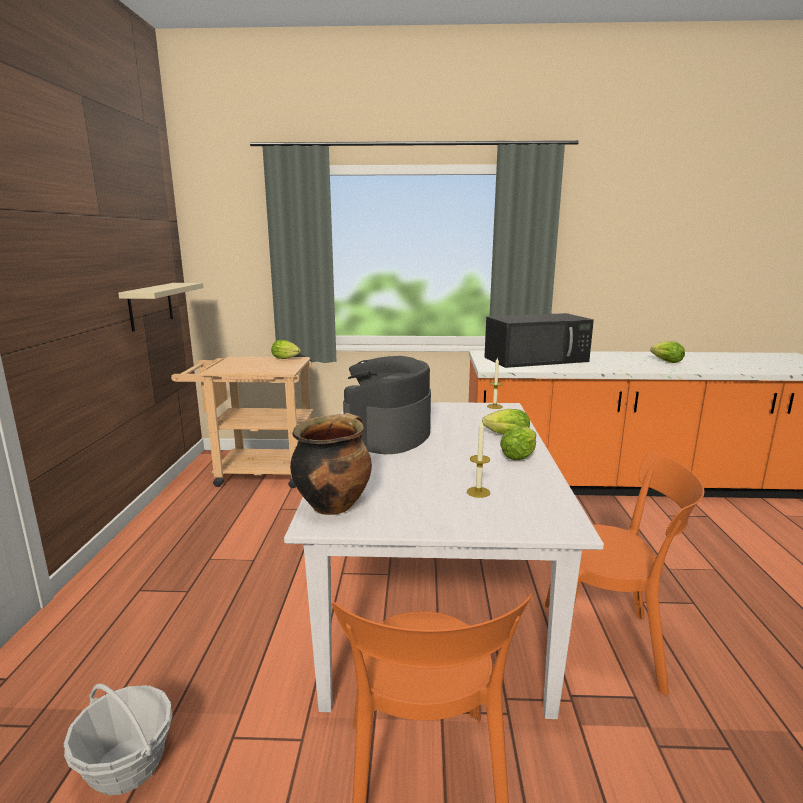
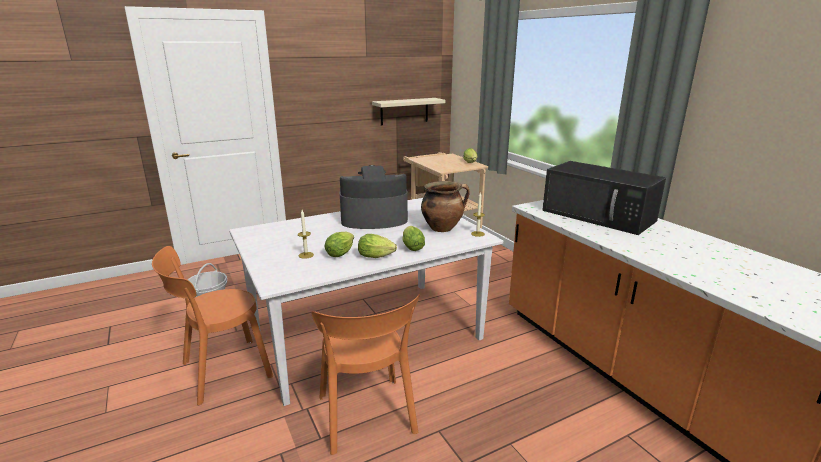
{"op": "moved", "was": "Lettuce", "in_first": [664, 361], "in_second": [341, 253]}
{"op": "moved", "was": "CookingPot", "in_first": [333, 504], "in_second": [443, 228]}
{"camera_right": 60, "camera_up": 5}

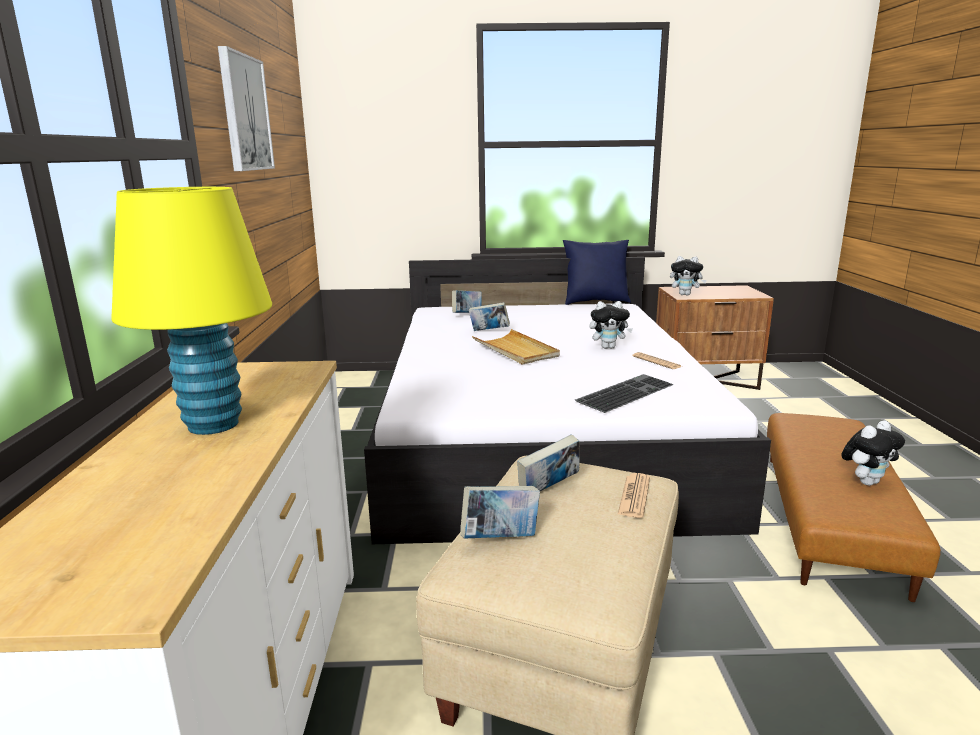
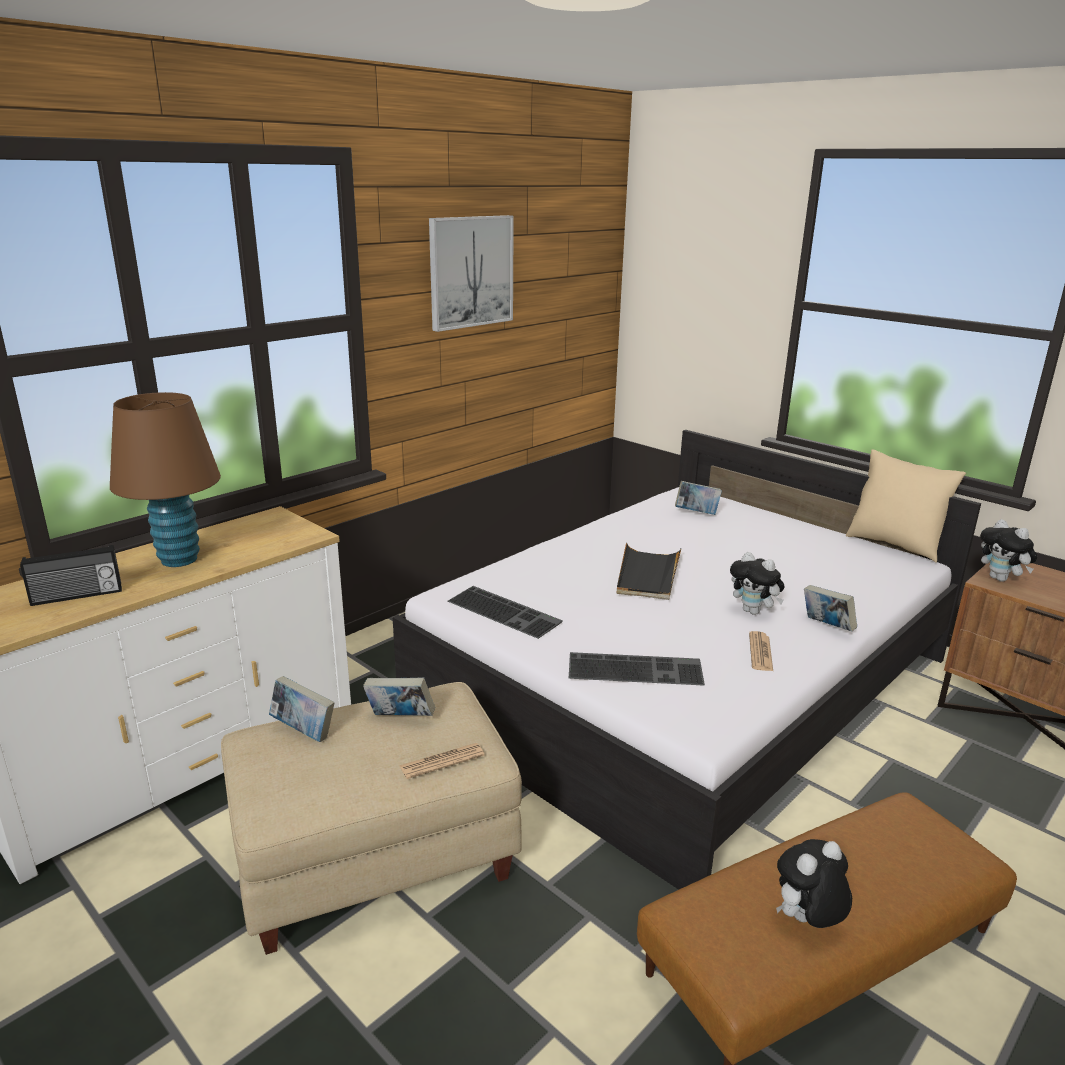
{"op": "recoloured", "was": "YellowTableLamp", "now": "BrownTableLamp", "in_first": [213, 424], "in_second": [179, 559]}
{"op": "recoloured", "was": "BluePillow", "now": "BeigePillow", "in_first": [595, 302], "in_second": [894, 545]}
{"op": "moved", "was": "Book", "in_first": [489, 331], "in_second": [826, 626]}
{"op": "recoloured", "was": "BeigeTray", "now": "BlackTray", "in_first": [515, 350], "in_second": [647, 575]}
{"op": "turned", "was": "PlushToy", "in_first": [866, 481], "in_second": [806, 921], "clockwise": 135}
{"op": "added", "now": "Radio", "in_second": [77, 596]}
{"op": "added", "now": "Keyboard", "in_second": [506, 611]}
{"camera_right": 45, "camera_up": 5}

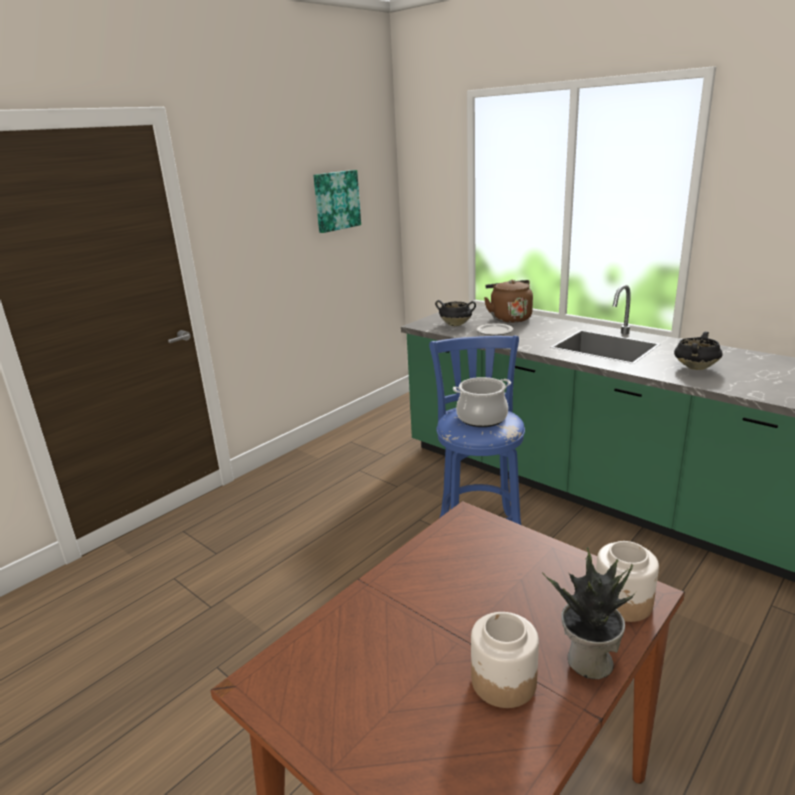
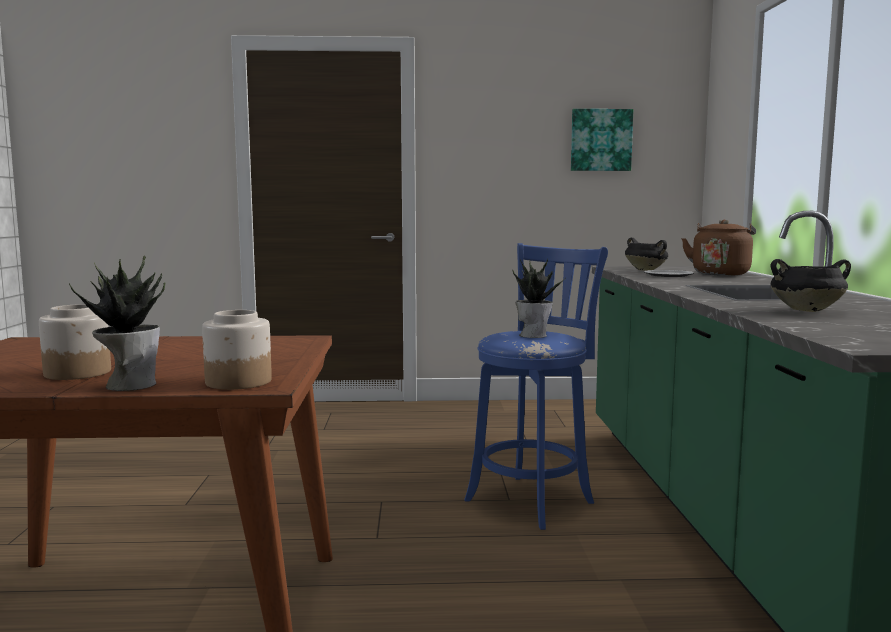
{"op": "replaced", "was": "CookingPot", "now": "PottedPlant", "in_first": [482, 418], "in_second": [533, 335]}
{"camera_right": 45, "camera_up": -15}

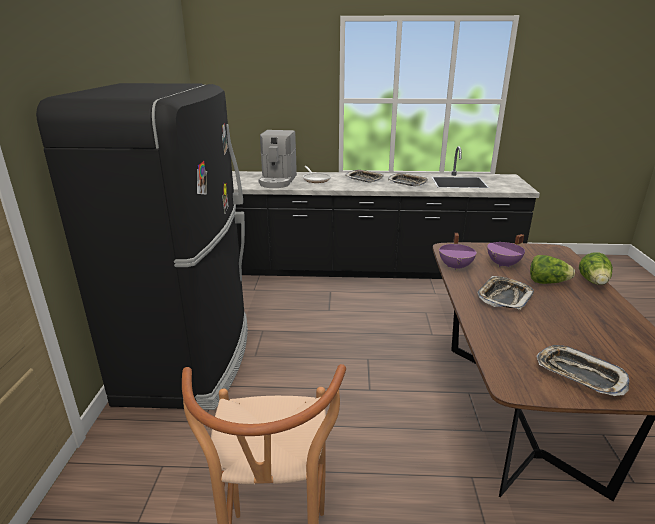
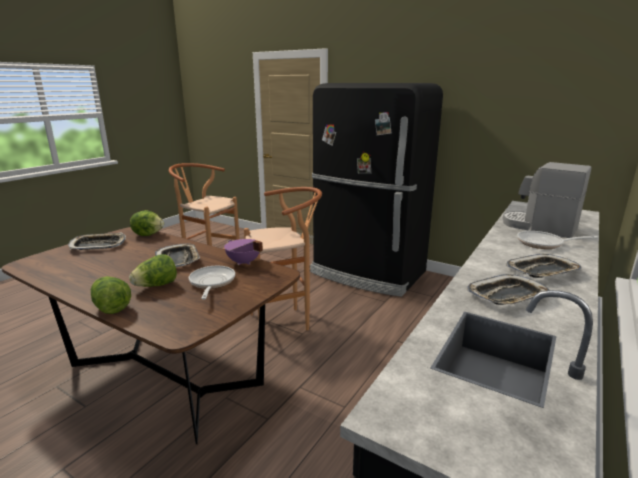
{"op": "replaced", "was": "PurpleCookingPot", "now": "FryingPan", "in_first": [504, 264], "in_second": [211, 283]}
{"op": "added", "now": "BrownStool", "in_second": [285, 322]}
{"op": "added", "now": "Lettuce", "in_second": [148, 234]}
{"camera_right": 120, "camera_up": -5}

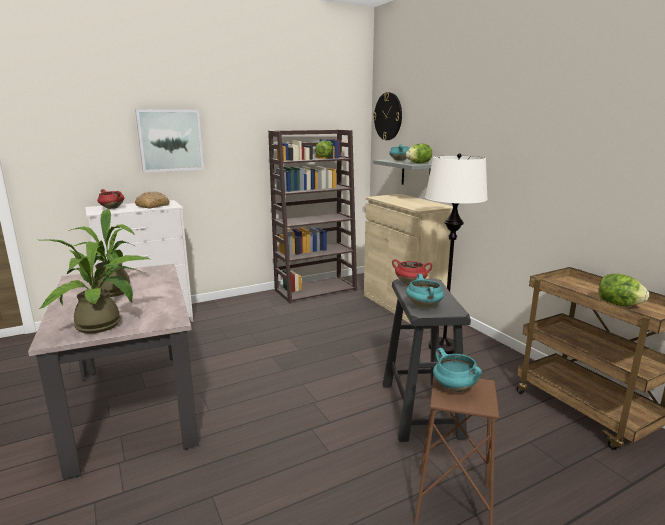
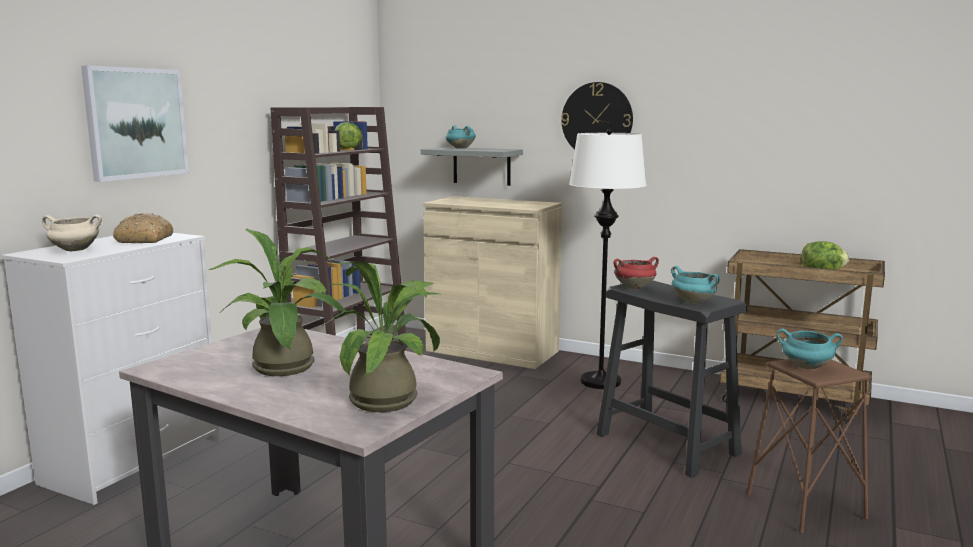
{"op": "moved", "was": "WallClock", "in_first": [388, 116], "in_second": [597, 119]}
{"op": "removed", "was": "Lettuce", "in_first": [418, 163]}
{"op": "recoloured", "was": "RedCookingPot", "now": "BeigeCookingPot", "in_first": [111, 208], "in_second": [74, 250]}
{"camera_right": -35, "camera_up": -5}

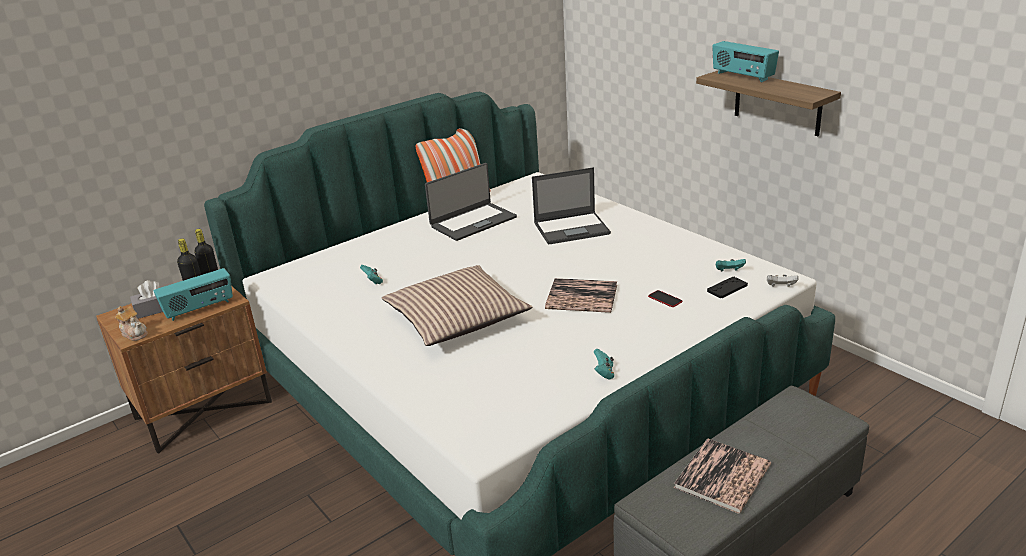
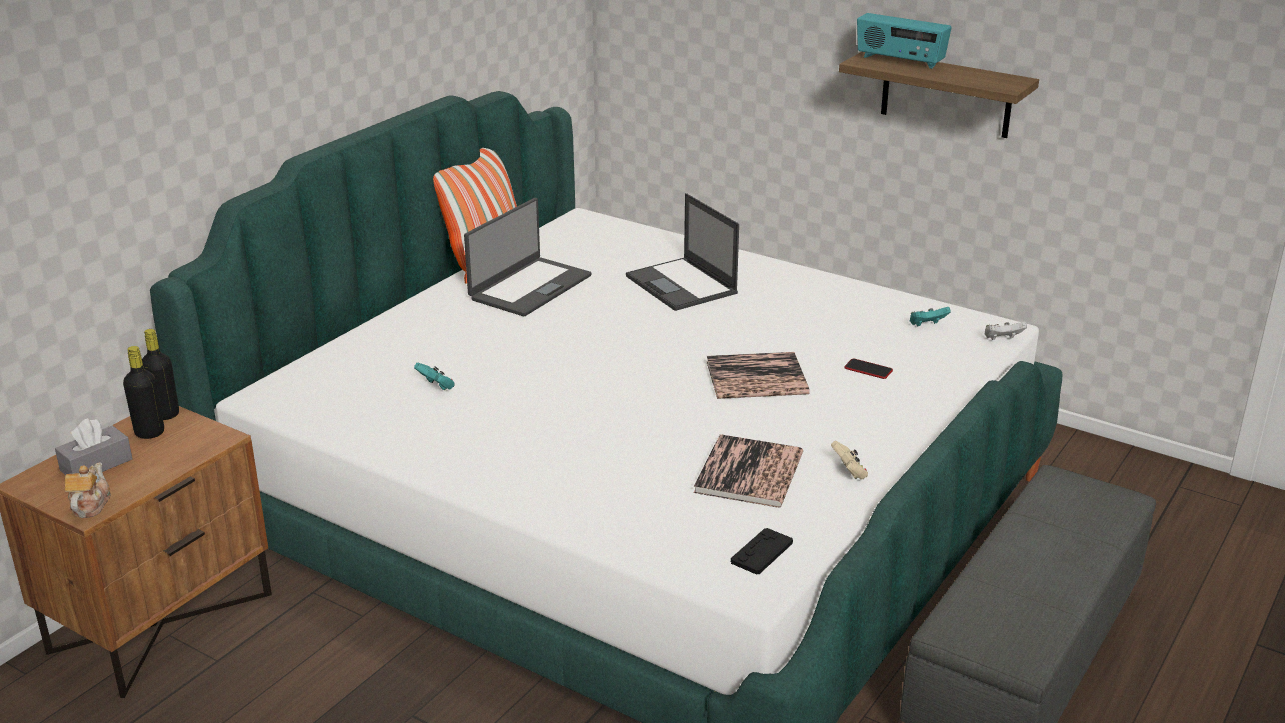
{"op": "turned", "was": "Laptop", "in_first": [572, 228], "in_second": [682, 285], "clockwise": 90}
{"op": "removed", "was": "Pillow", "in_first": [456, 318]}
{"op": "removed", "was": "Radio", "in_first": [199, 309]}
{"op": "moved", "was": "BlackGameController", "in_first": [727, 288], "in_second": [762, 552]}
{"op": "turned", "was": "Teapot", "in_first": [134, 333], "in_second": [90, 505], "clockwise": -105}
{"op": "recoloured", "was": "TurquoiseGameController", "now": "BeigeGameController", "in_first": [604, 373], "in_second": [849, 472]}
{"op": "moved", "was": "Book", "in_first": [722, 476], "in_second": [749, 473]}
{"camera_right": -20, "camera_up": 0}

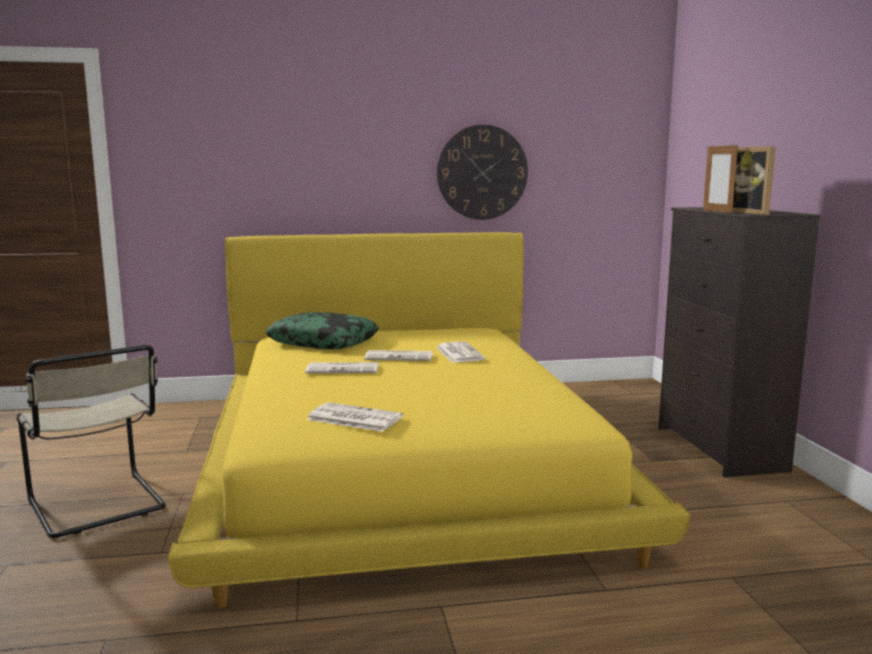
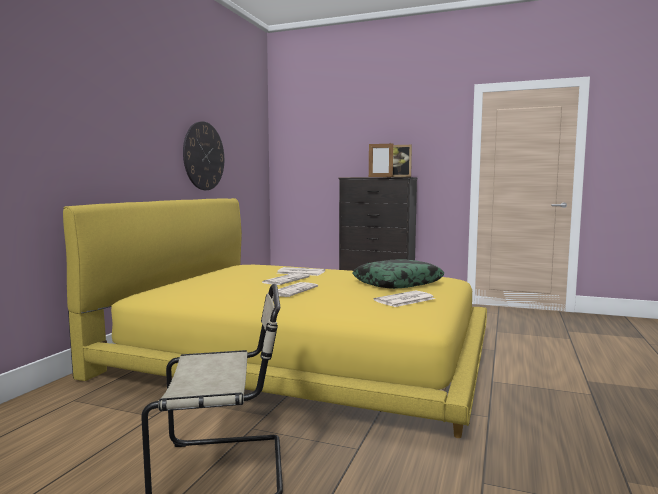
{"op": "moved", "was": "Pillow", "in_first": [323, 342], "in_second": [397, 283]}
{"camera_right": -60, "camera_up": -5}

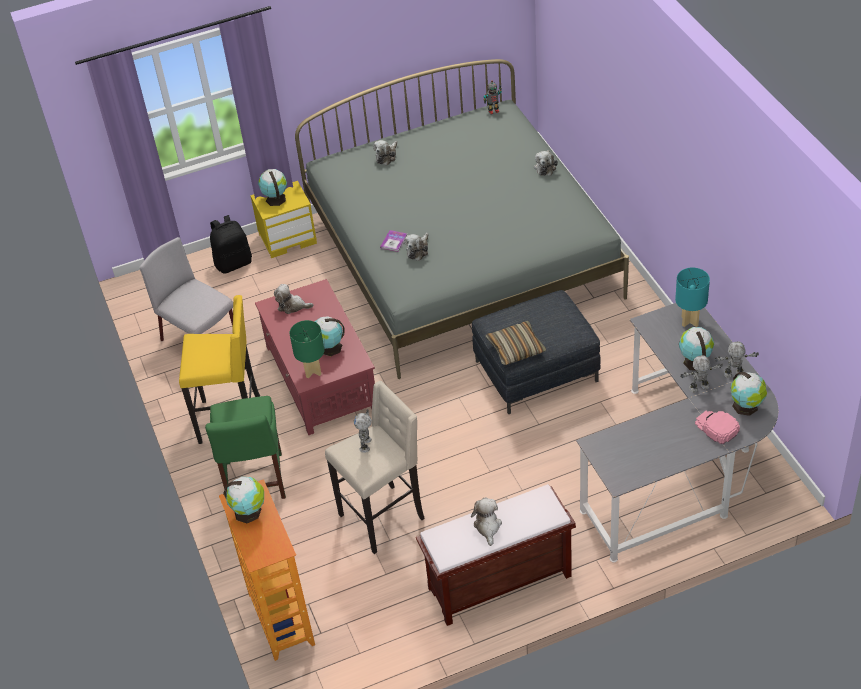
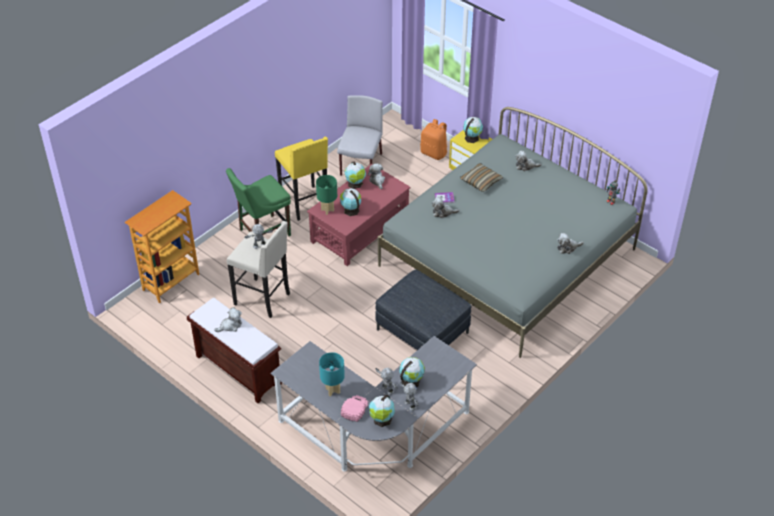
{"op": "recoloured", "was": "BlackBackpack", "now": "OrangeBackpack", "in_first": [233, 263], "in_second": [434, 153]}
{"op": "moved", "was": "TurquoiseTableLamp", "in_first": [689, 321], "in_second": [332, 390]}
{"op": "moved", "was": "Pillow", "in_first": [516, 348], "in_second": [481, 181]}
{"op": "moved", "was": "Globe", "in_first": [249, 512], "in_second": [355, 184]}
{"camera_right": 60, "camera_up": 0}

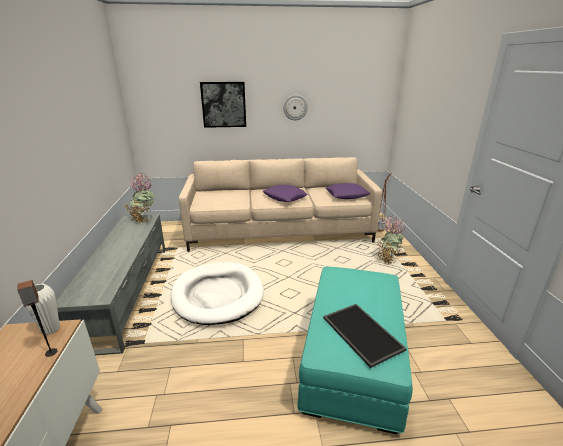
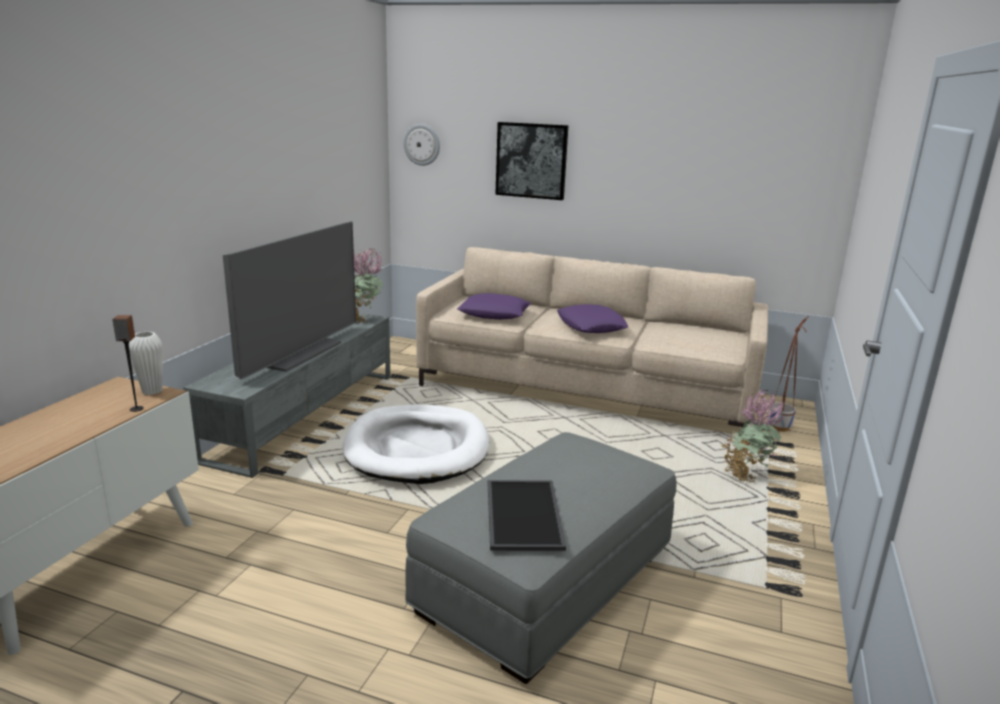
{"op": "moved", "was": "WallClock", "in_first": [295, 107], "in_second": [422, 144]}
{"op": "moved", "was": "PurplePillow", "in_first": [347, 195], "in_second": [494, 313]}
{"op": "recoloured", "was": "TurquoiseOttoman", "now": "GreyOttoman", "in_first": [352, 357], "in_second": [546, 579]}
{"op": "added", "now": "Television", "in_second": [297, 352]}
{"camera_right": 25, "camera_up": -5}

